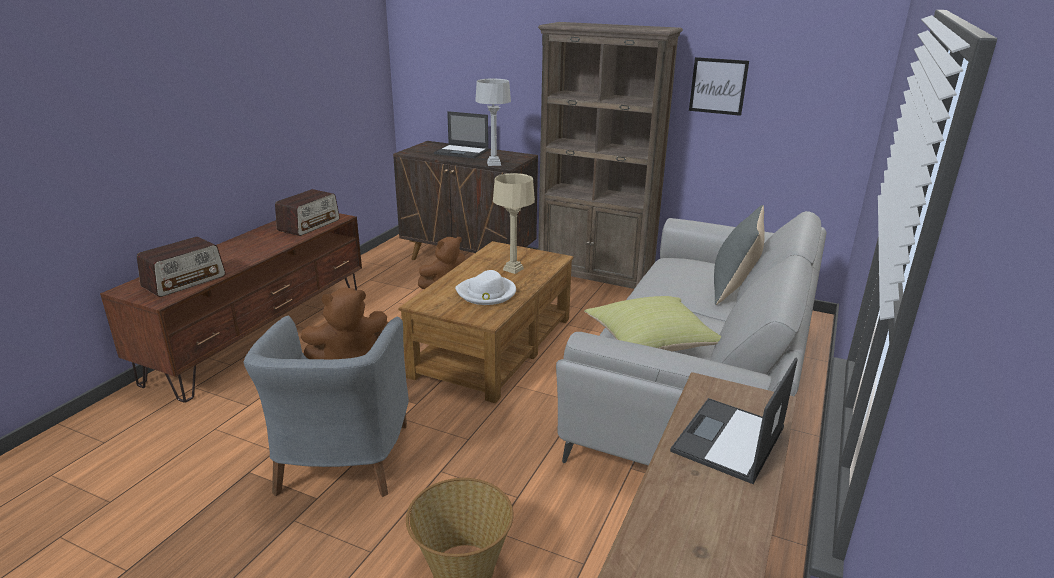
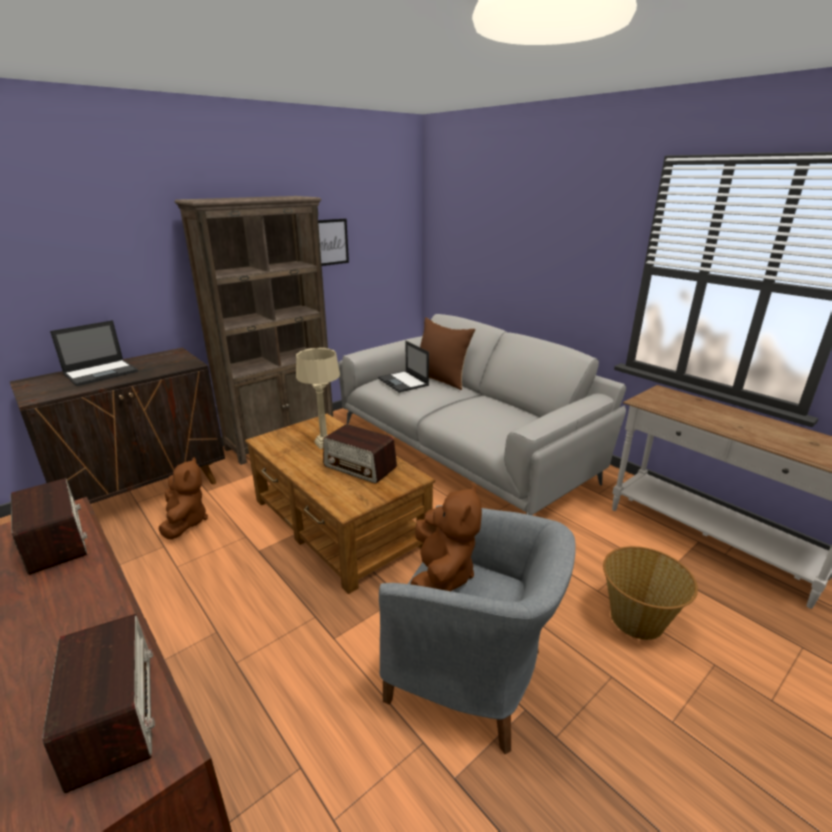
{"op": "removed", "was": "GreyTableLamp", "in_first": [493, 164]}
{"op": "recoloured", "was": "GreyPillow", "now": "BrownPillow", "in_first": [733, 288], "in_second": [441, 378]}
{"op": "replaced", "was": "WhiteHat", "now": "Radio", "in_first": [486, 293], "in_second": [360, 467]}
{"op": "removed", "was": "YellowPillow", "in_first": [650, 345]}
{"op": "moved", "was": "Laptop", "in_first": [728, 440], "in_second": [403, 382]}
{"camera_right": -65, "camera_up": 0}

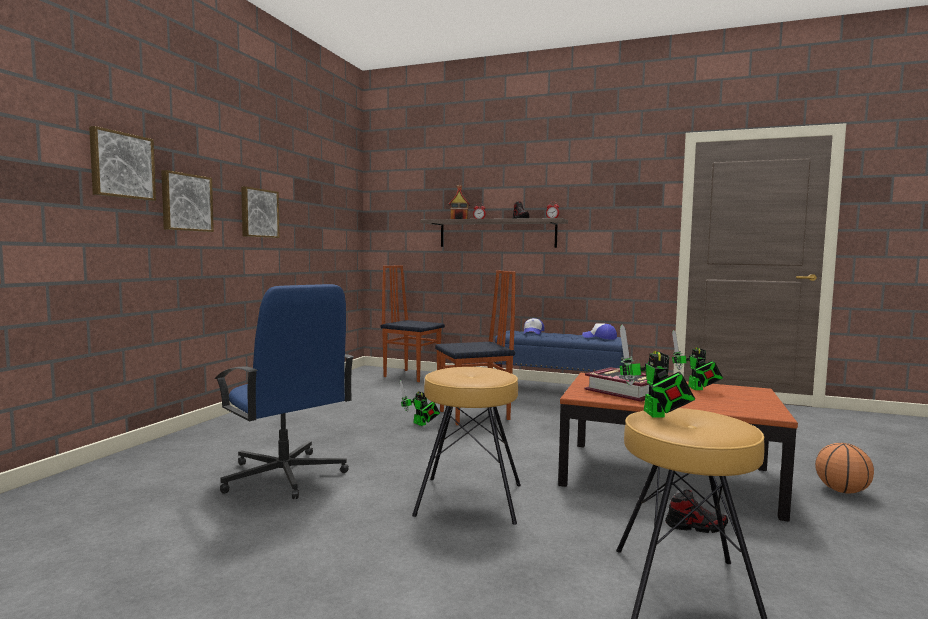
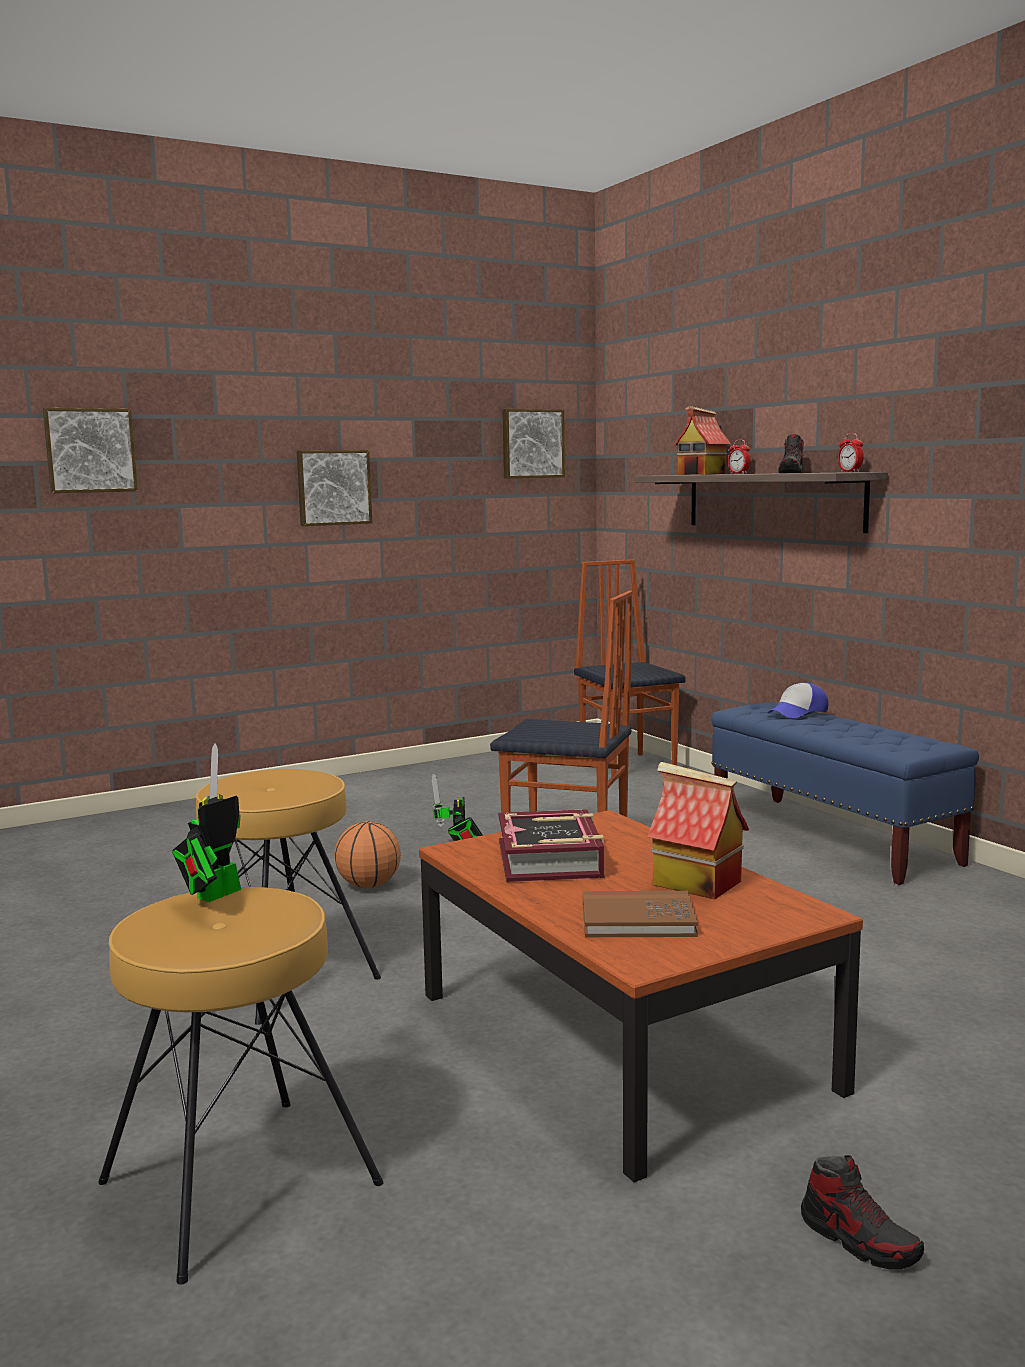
{"op": "moved", "was": "Picture", "in_first": [186, 202], "in_second": [532, 443]}
{"op": "removed", "was": "BlueOfficeChair", "in_first": [284, 476]}
{"op": "removed", "was": "Cap", "in_first": [599, 337]}
{"op": "replaced", "was": "ToyRobot", "now": "ToyHouse", "in_first": [696, 389], "in_second": [695, 883]}
{"op": "moved", "was": "Basketball", "in_first": [842, 491], "in_second": [369, 885]}
{"op": "moved", "was": "Shoe", "in_first": [695, 526], "in_second": [859, 1240]}
{"op": "added", "now": "BrownBook", "in_second": [638, 920]}
{"camera_right": 40, "camera_up": 5}

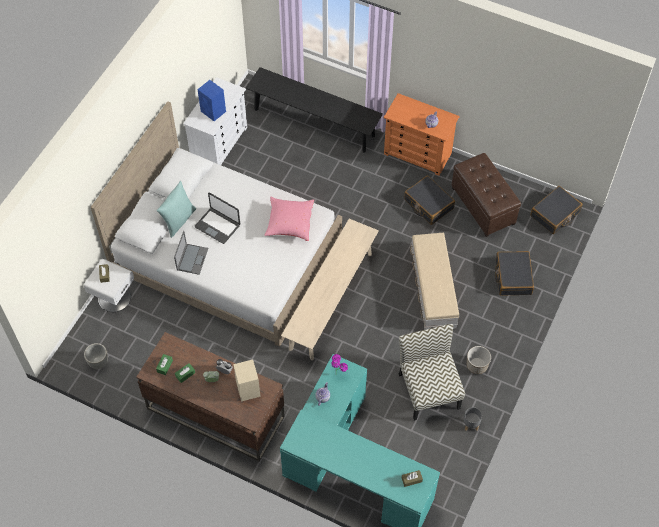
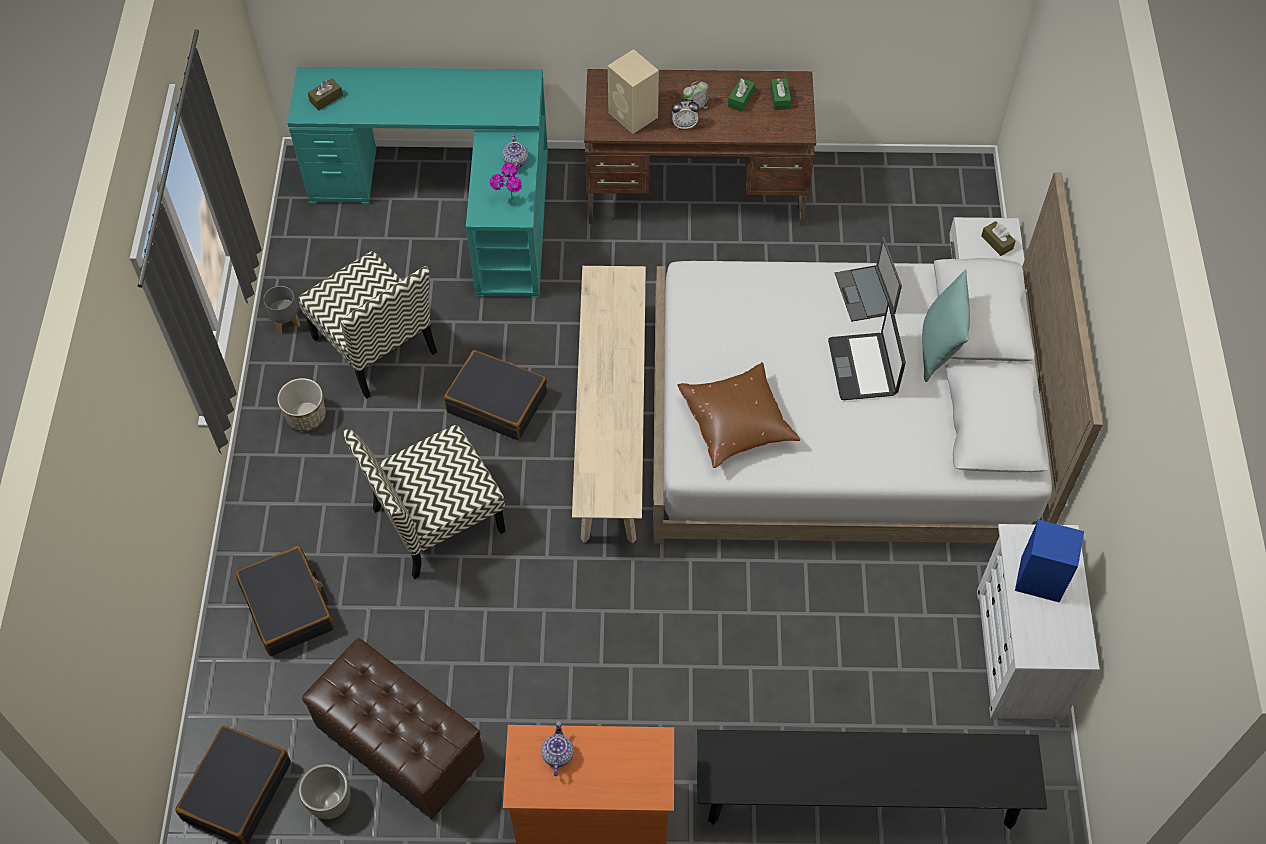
{"op": "moved", "was": "BlackSuitcase", "in_first": [428, 204], "in_second": [497, 402]}
{"op": "turned", "was": "Laptop", "in_first": [218, 225], "in_second": [863, 367], "clockwise": -105}
{"op": "recoloured", "was": "PinkPillow", "now": "BrownPillow", "in_first": [289, 223], "in_second": [737, 424]}
{"op": "replaced", "was": "BeigeOttoman", "now": "Chair", "in_first": [433, 288], "in_second": [436, 521]}
{"op": "moved", "was": "GreyPlanter", "in_first": [98, 362], "in_second": [331, 802]}
{"camera_right": 155, "camera_up": 0}

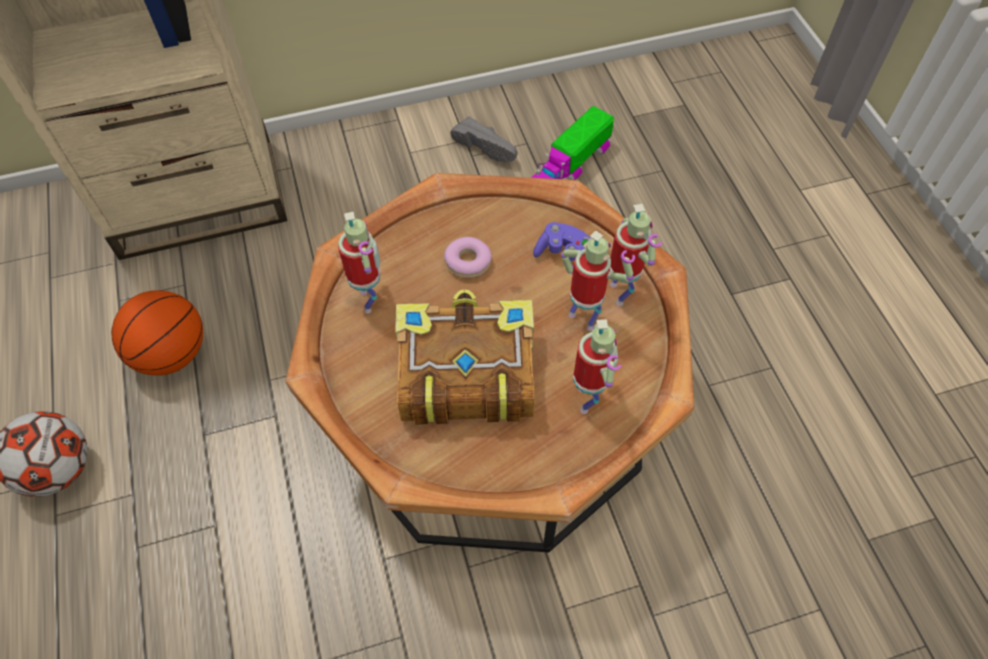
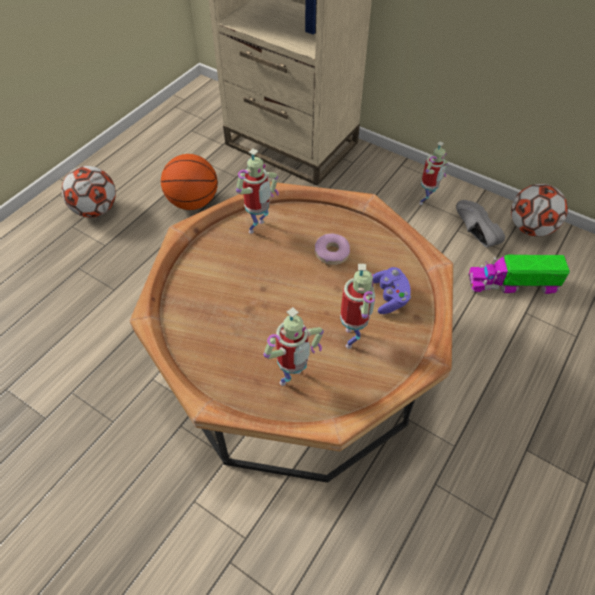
{"op": "turned", "was": "GreyShoe", "in_first": [487, 146], "in_second": [473, 232], "clockwise": 150}
{"op": "moved", "was": "ToyRobot", "in_first": [621, 293], "in_second": [426, 201]}
{"op": "removed", "was": "Book", "in_first": [464, 372]}
{"op": "added", "now": "Football", "in_second": [530, 228]}
{"camera_right": 50, "camera_up": -5}

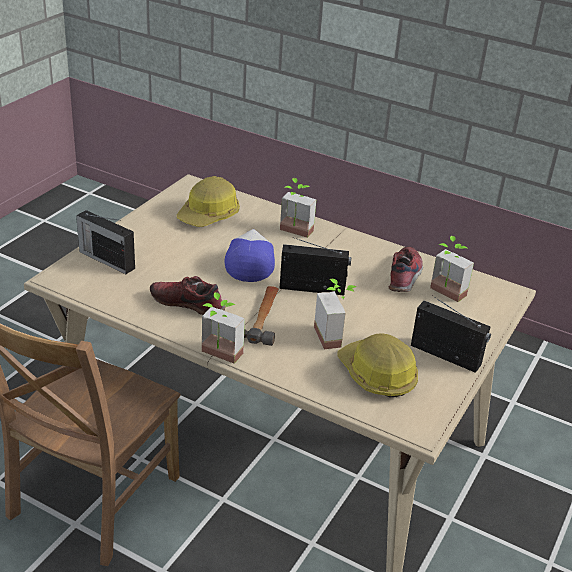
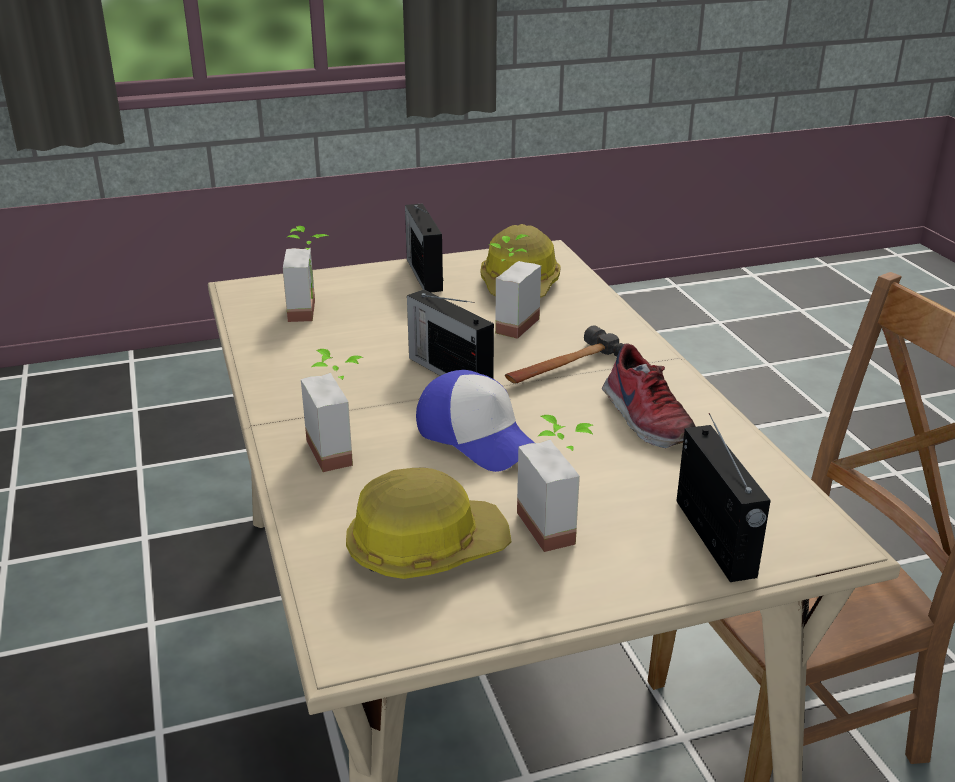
{"op": "turned", "was": "Cap", "in_first": [250, 261], "in_second": [478, 437], "clockwise": -90}
{"op": "removed", "was": "Shoe", "in_first": [405, 276]}
{"op": "moved", "was": "PottedPlant", "in_first": [218, 356], "in_second": [559, 525]}
{"camera_right": -135, "camera_up": -5}

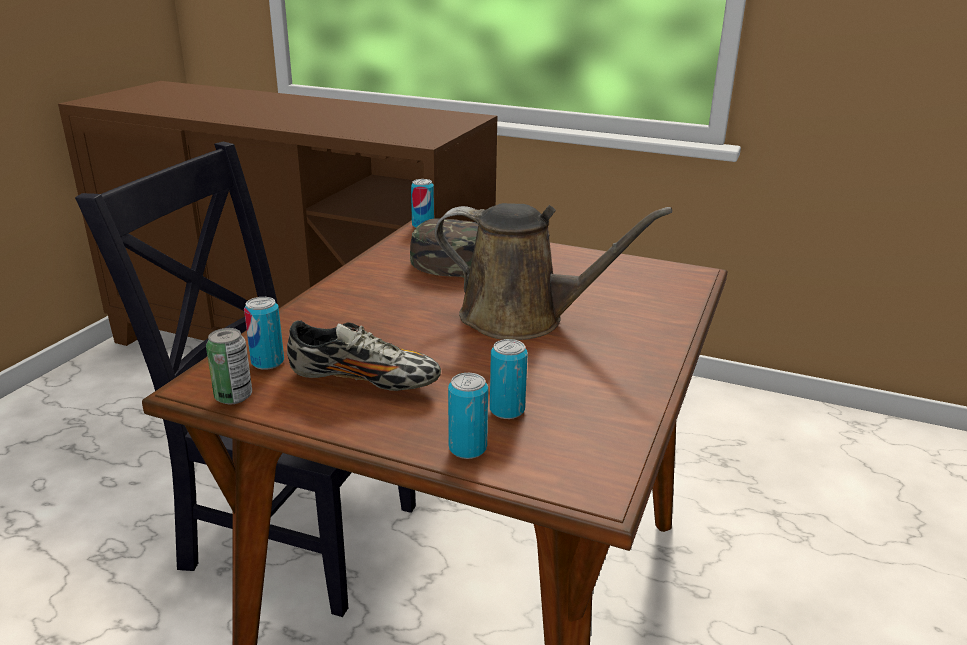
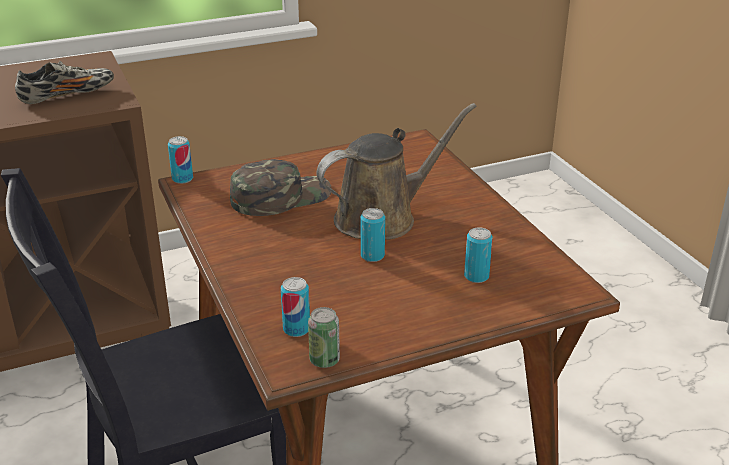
{"op": "moved", "was": "Shoe", "in_first": [364, 381], "in_second": [67, 96]}
{"op": "moved", "was": "Can", "in_first": [467, 448], "in_second": [372, 256]}
{"camera_right": -45, "camera_up": 5}

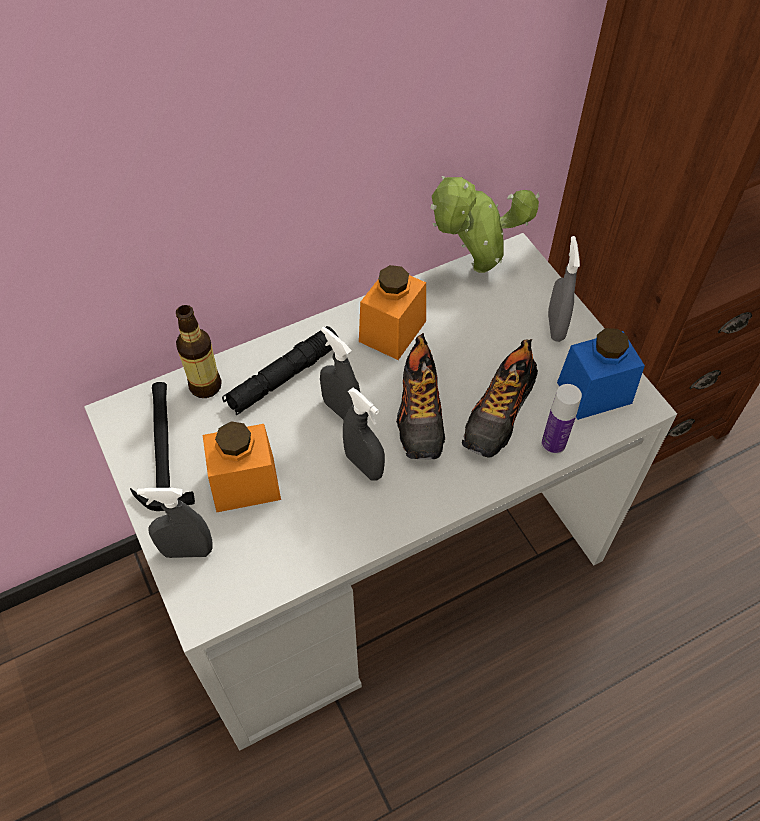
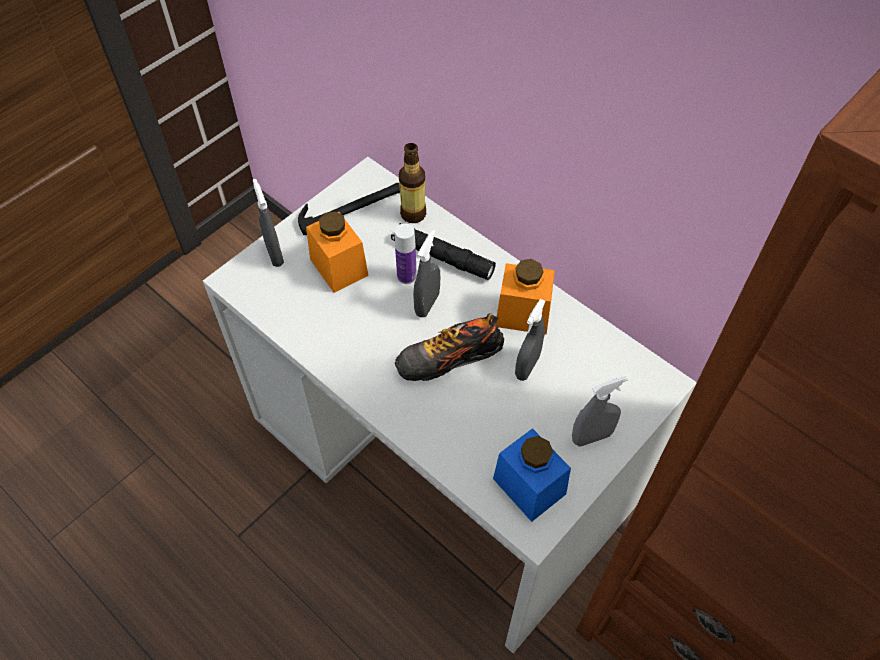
{"op": "removed", "was": "PottedPlant", "in_first": [475, 269]}
{"op": "removed", "was": "Shoe", "in_first": [499, 412]}
{"op": "moved", "was": "Bottle", "in_first": [553, 444], "in_second": [406, 276]}
{"op": "moved", "was": "GreySprayBottle", "in_first": [364, 465], "in_second": [527, 366]}
{"camera_right": 70, "camera_up": 0}

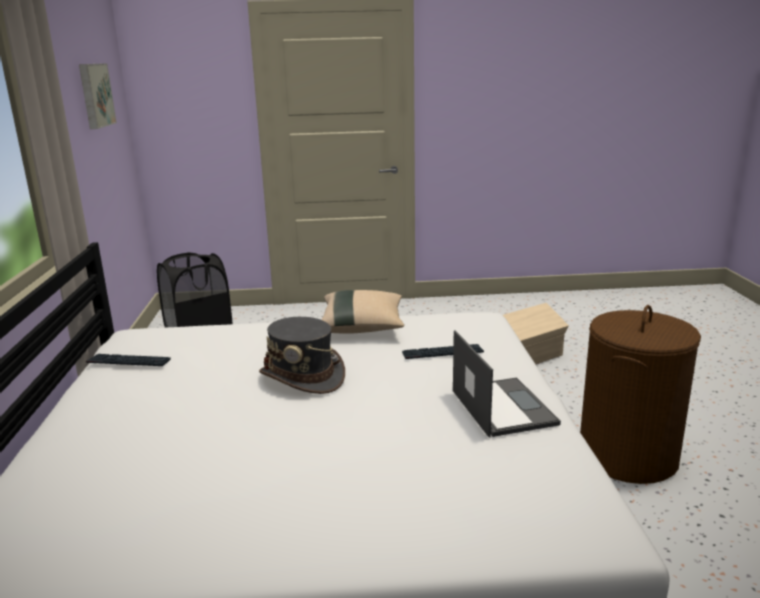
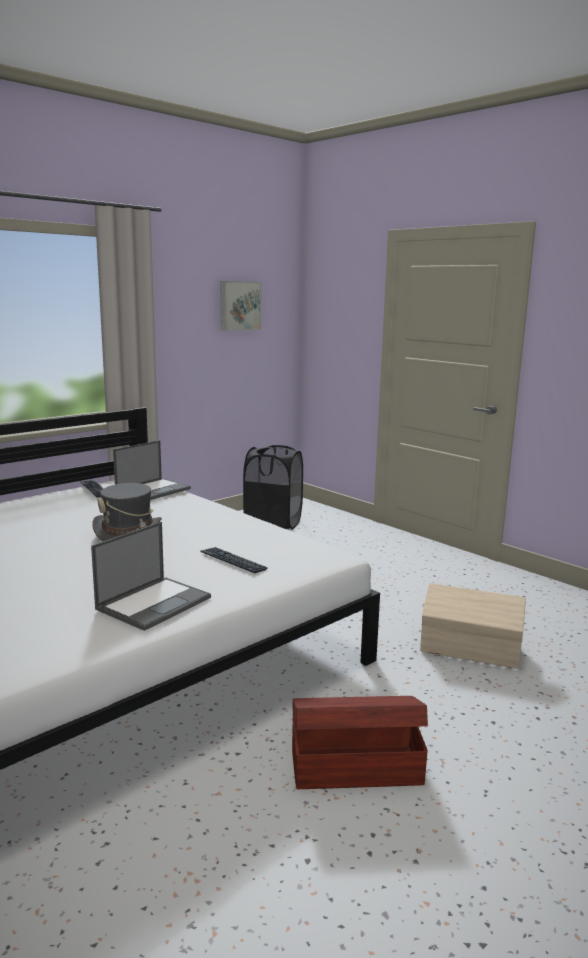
{"op": "removed", "was": "BeigePillow", "in_first": [362, 327]}
{"op": "replaced", "was": "BrownLaundryBasket", "now": "BrownStorageBox", "in_first": [628, 456], "in_second": [354, 766]}
{"op": "added", "now": "Laptop", "in_second": [153, 490]}
{"camera_right": 50, "camera_up": -5}

